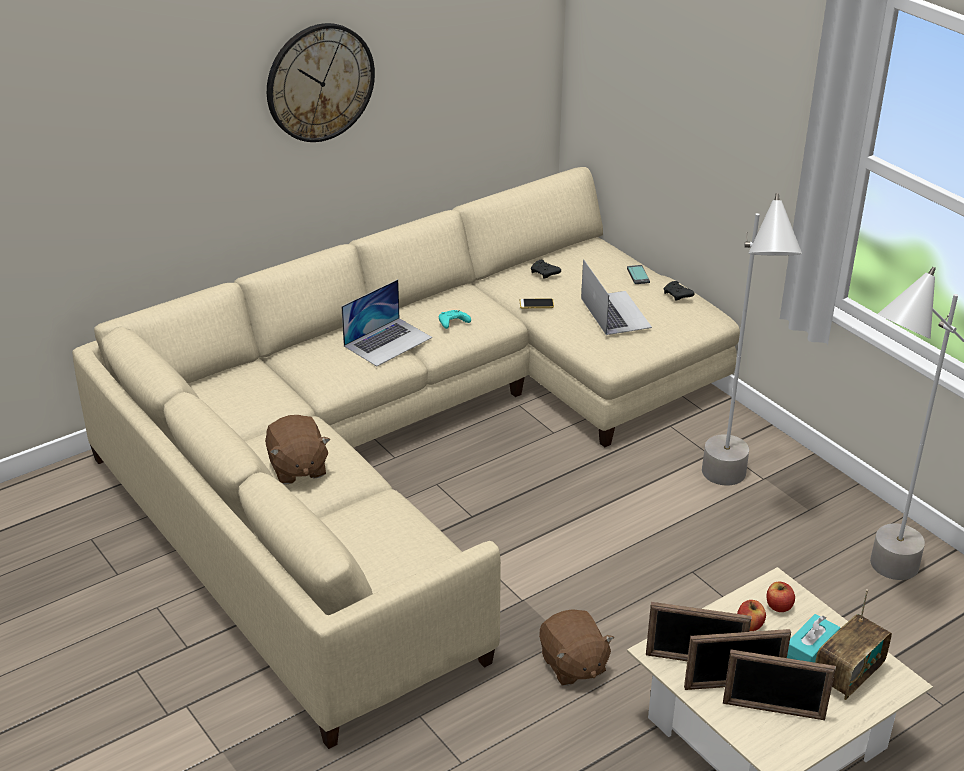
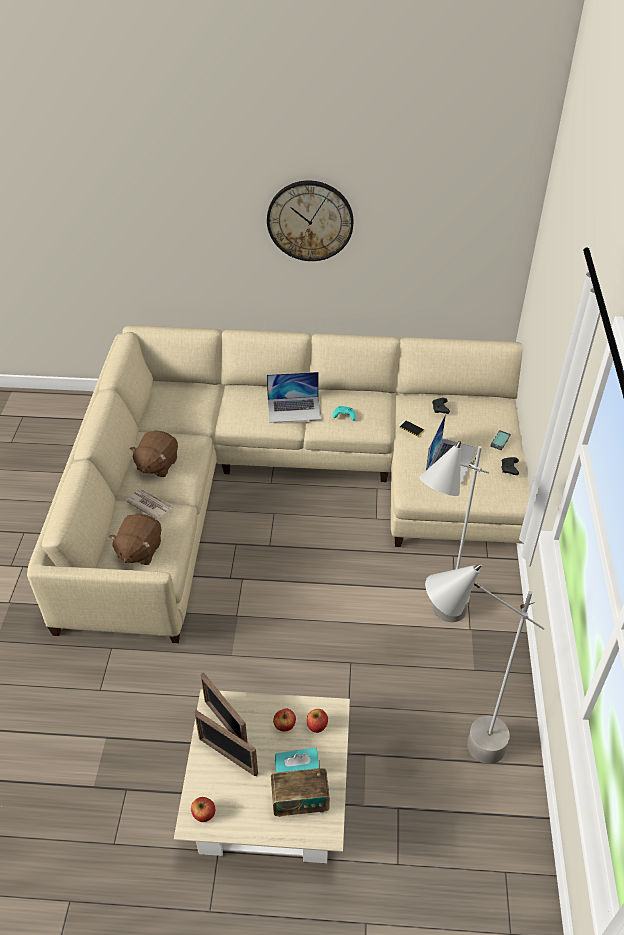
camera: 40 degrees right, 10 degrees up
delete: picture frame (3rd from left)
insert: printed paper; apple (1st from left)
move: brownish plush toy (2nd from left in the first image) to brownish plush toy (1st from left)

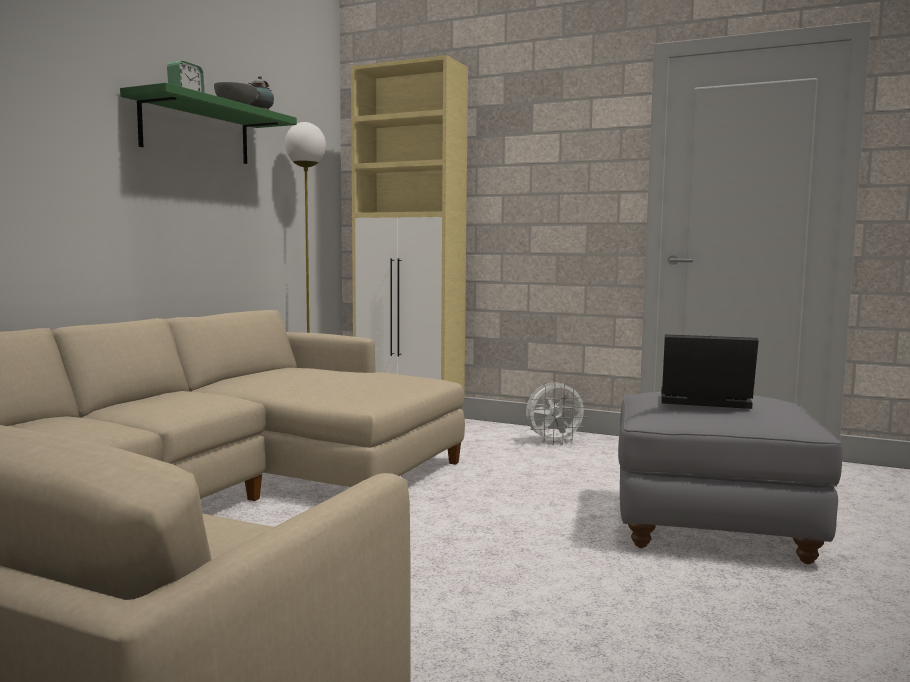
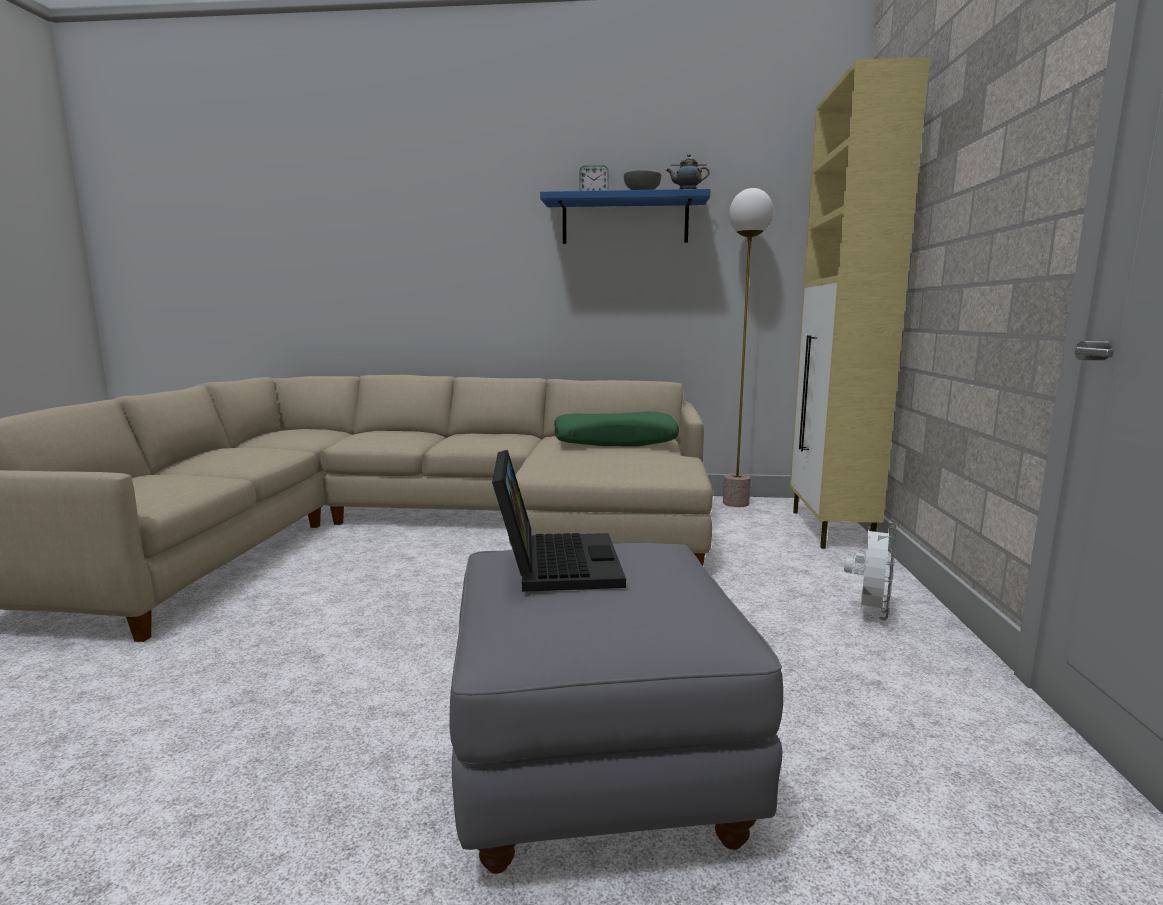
camera: 70 degrees right, 5 degrees up
insert: greenish pillow
recolor: greenish shelf to blue-coloured shelf
rotate: white-coloured electric fan 120 degrees counterclockwise

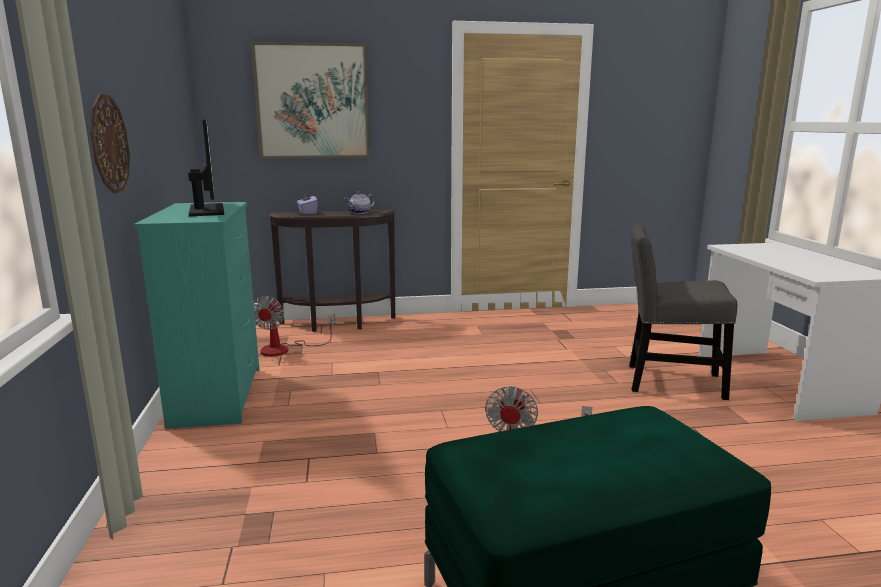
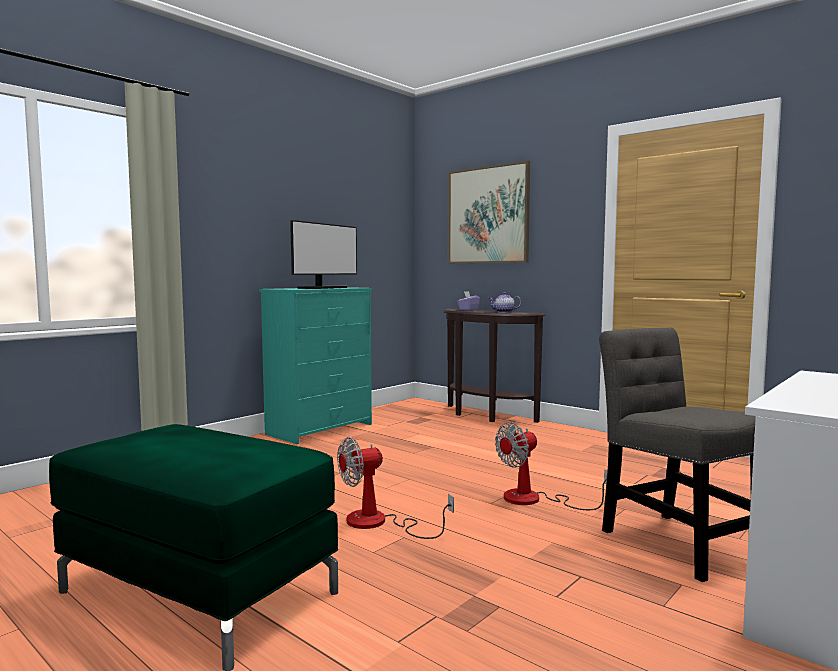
camera: 50 degrees right, 10 degrees down
delete: hanging clock
move: electric fan (1st from left in the first image) to electric fan (2nd from left)

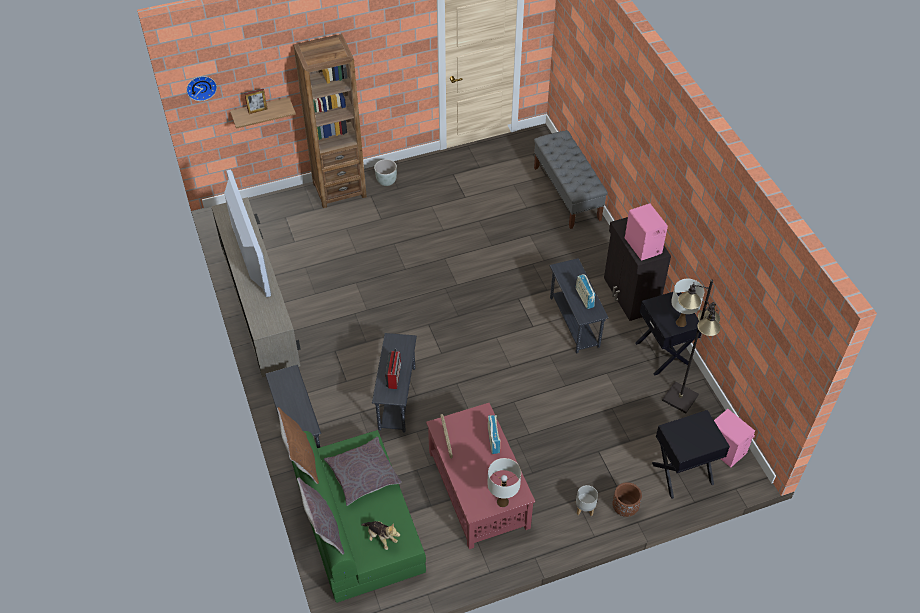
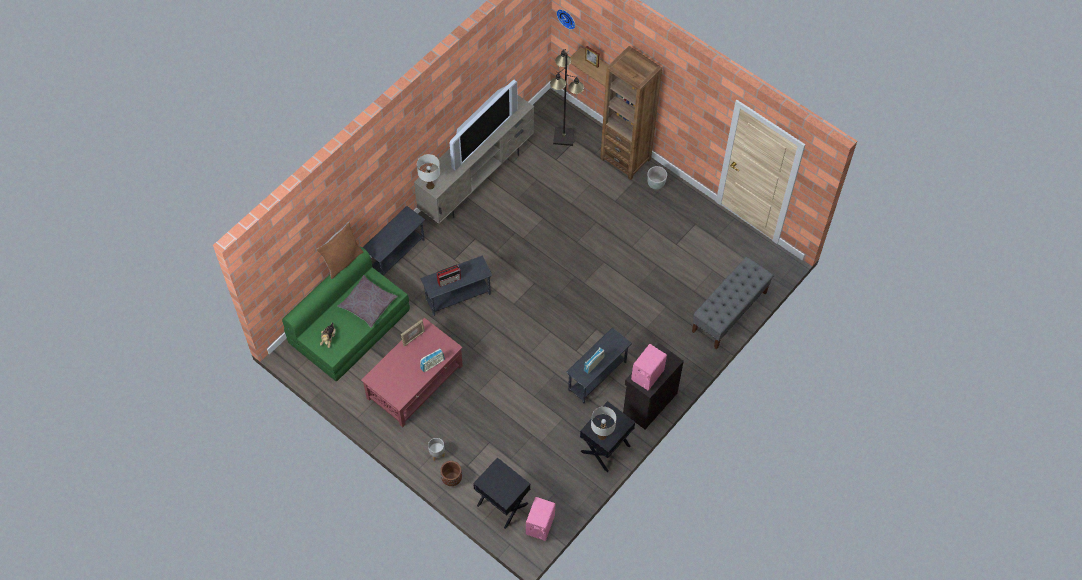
camera: 60 degrees right, 10 degrees up
delete: grey pillow (1st from left)
move: white-coloured tabletop lamp (1st from left); black-coloured floor lamp

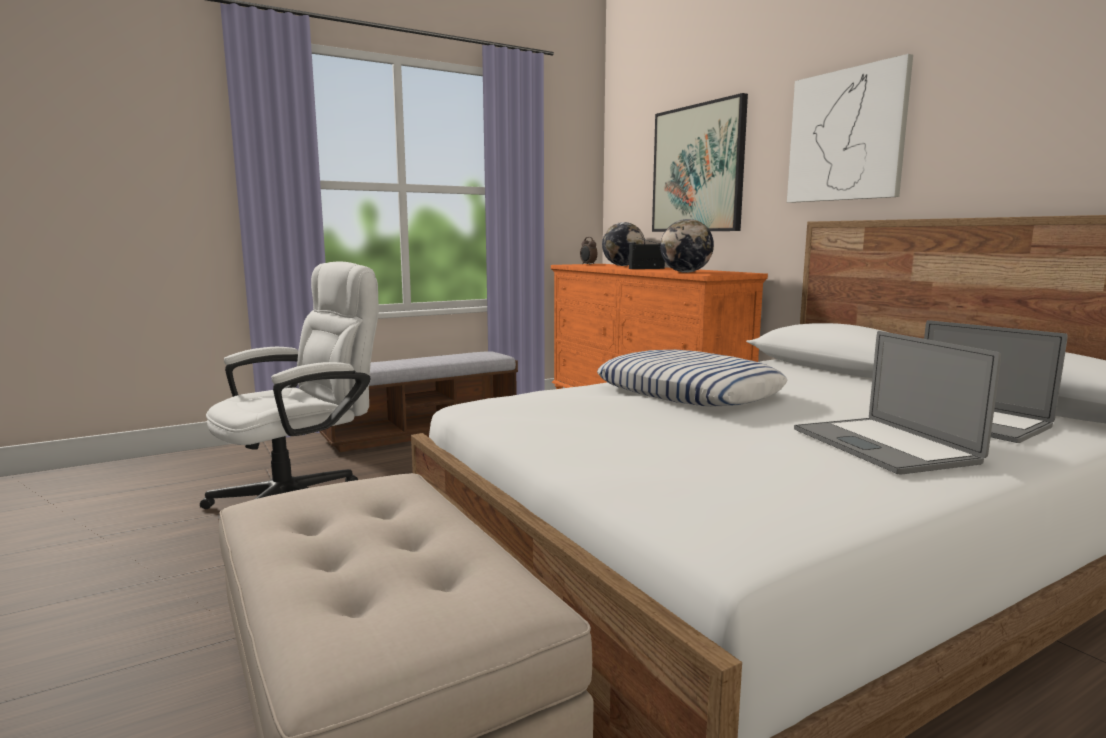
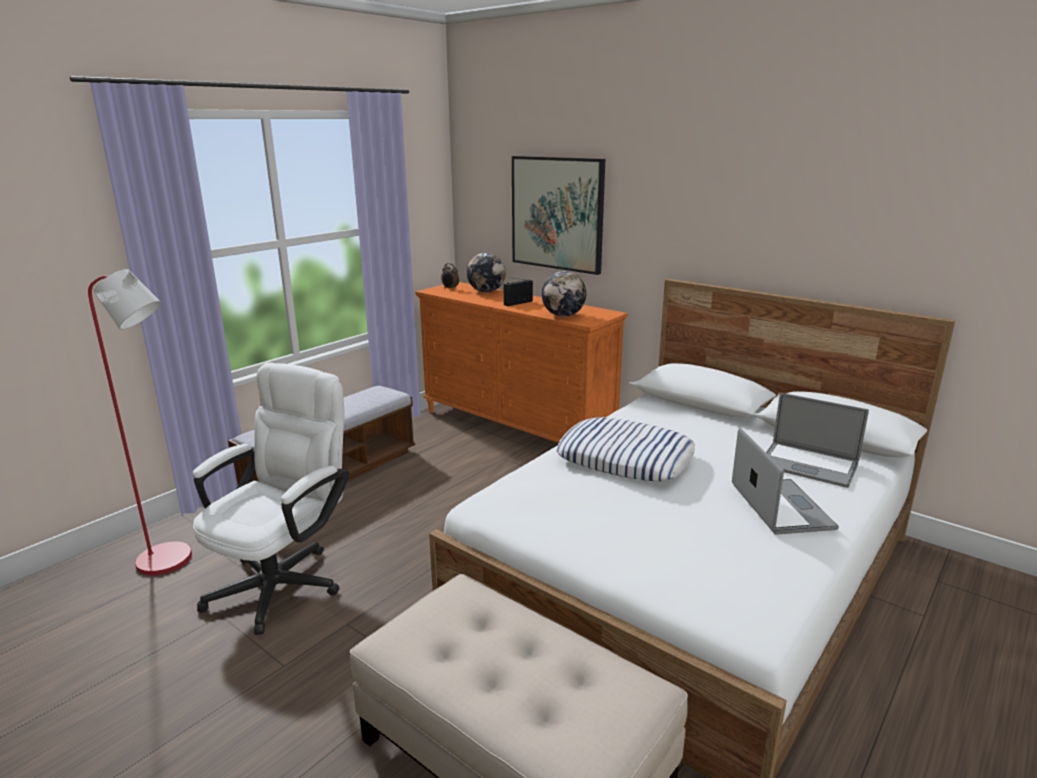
camera: 20 degrees left, 10 degrees up
delete: wall art (2nd from left)
insert: reddish floor lamp
rotate: portable computer (1st from left) 150 degrees counterclockwise

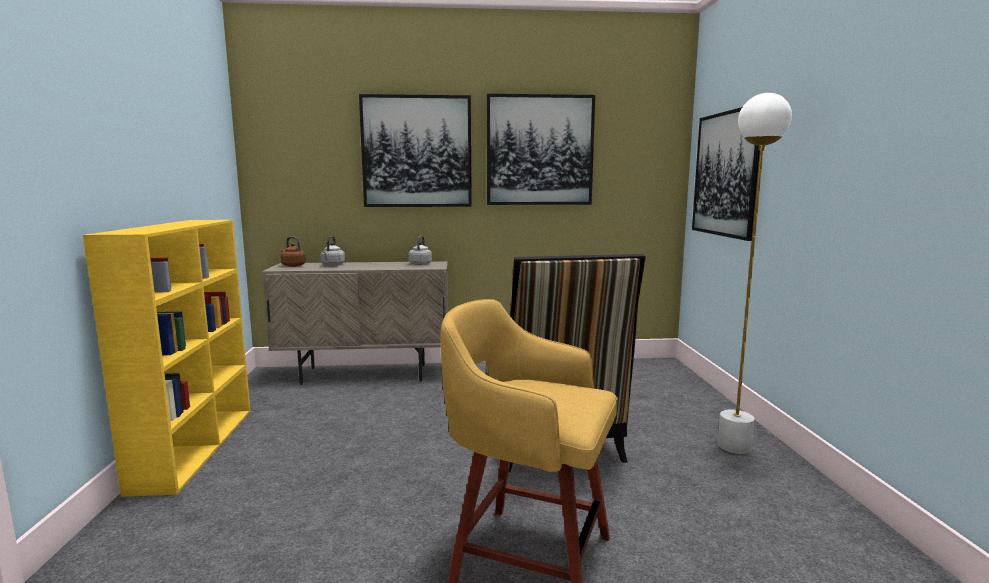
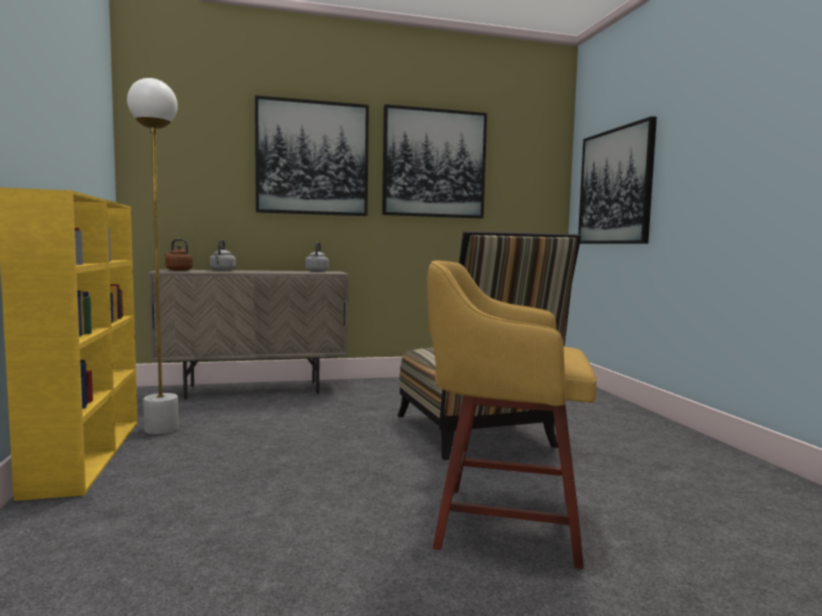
camera: 10 degrees left, 5 degrees down
move: white-coloured floor lamp

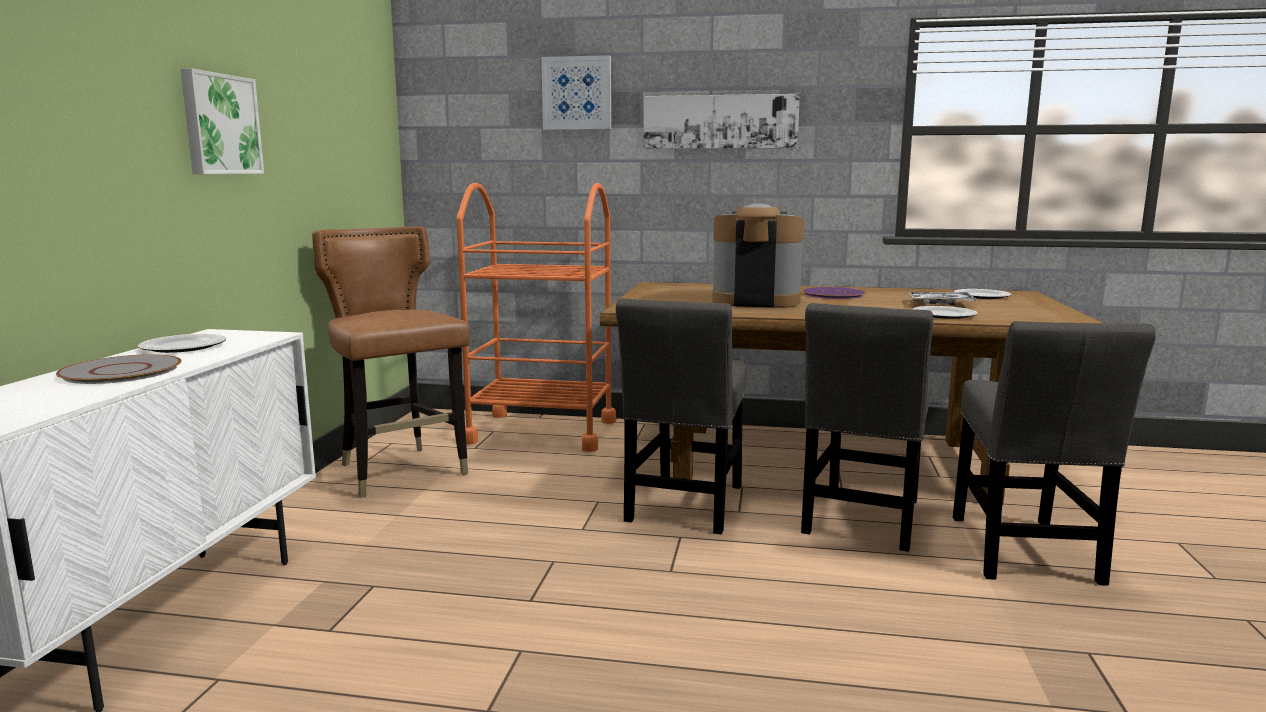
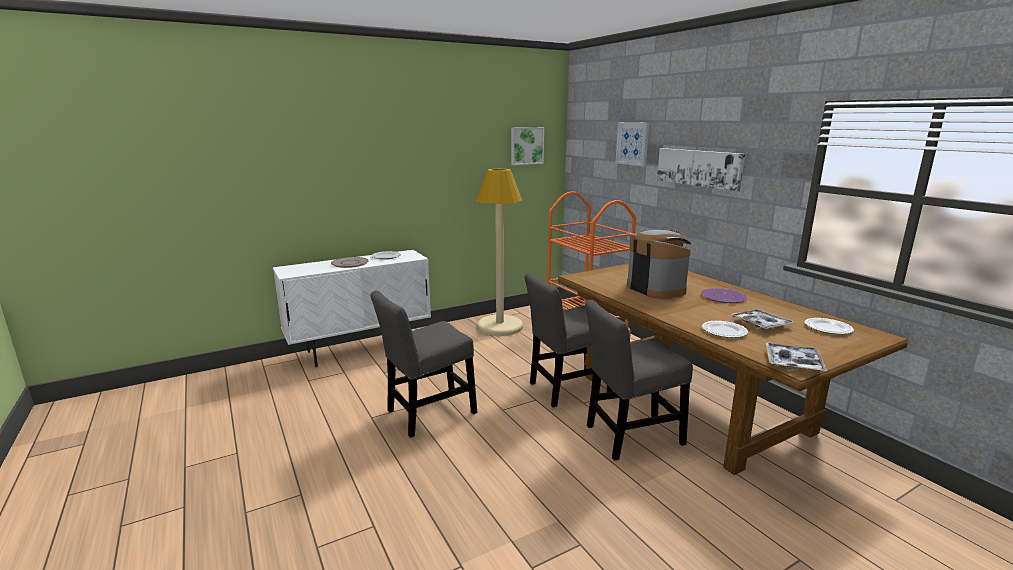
camera: 50 degrees right, 5 degrees up
insert: tray (2nd from left)
move: grey upright chair (3rd from left in the first image) to grey upright chair (1st from left); wall art (1st from left)
replace: brownish upright chair to beige-coloured floor lamp

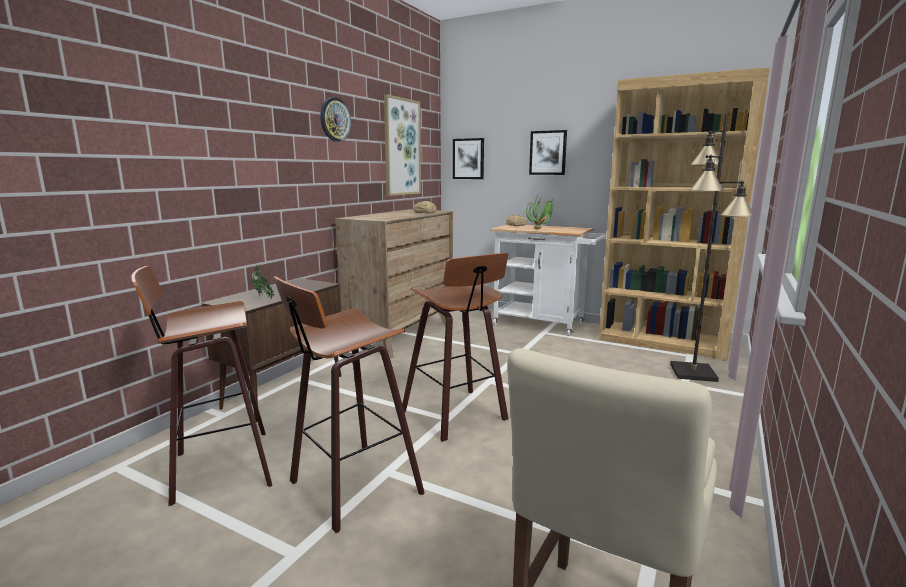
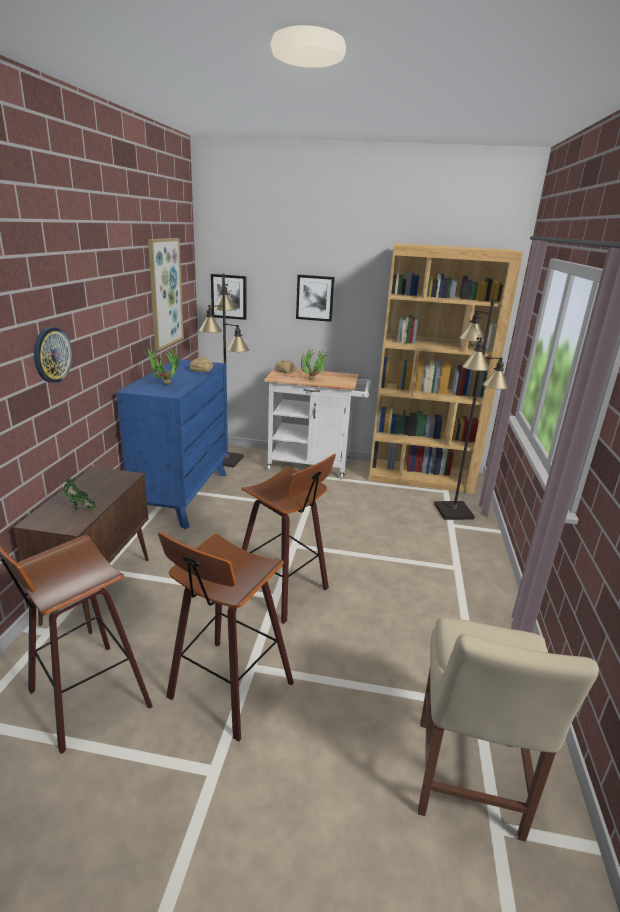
camera: 20 degrees left, 10 degrees up
insert: plant in a pot (2nd from left); black-coloured floor lamp (1st from left)
move: hanging clock
recolor: brownish dresser to blue-coloured dresser

